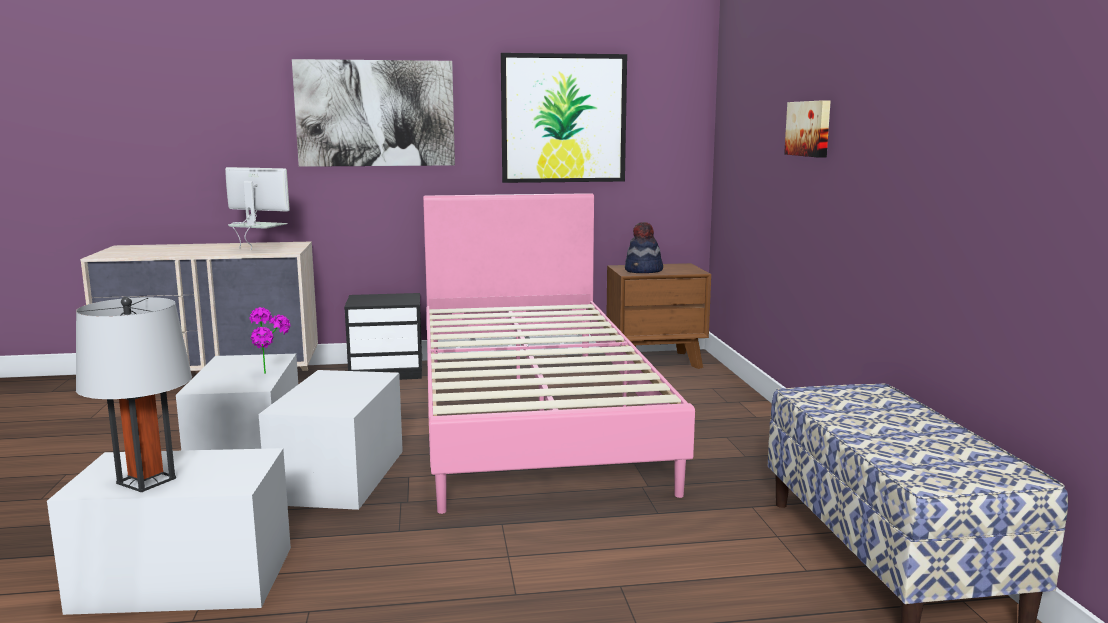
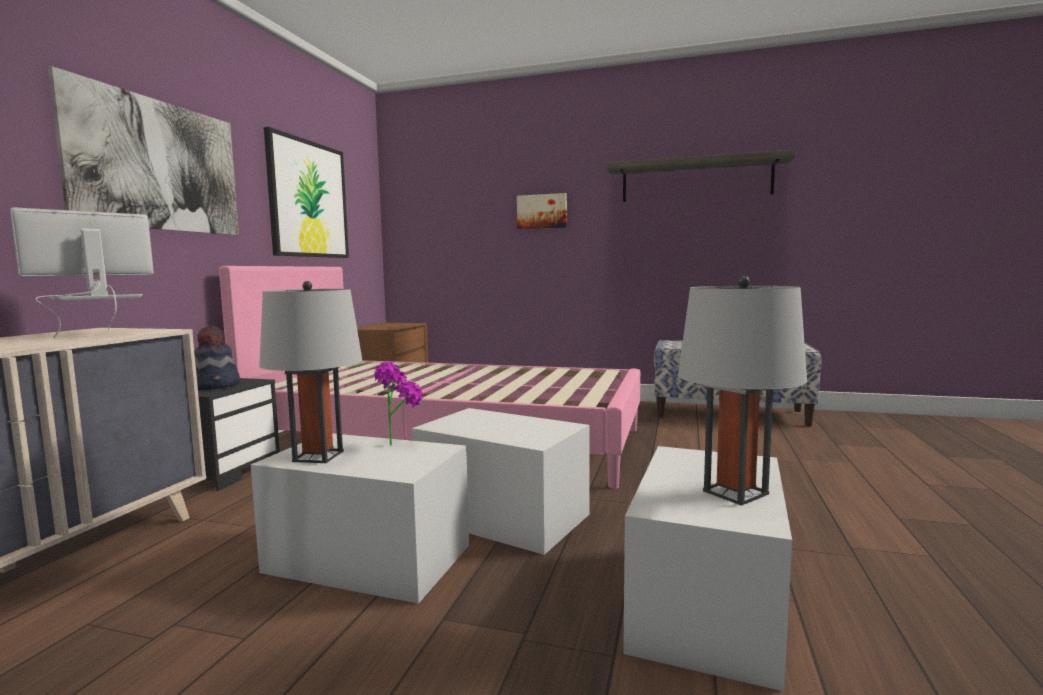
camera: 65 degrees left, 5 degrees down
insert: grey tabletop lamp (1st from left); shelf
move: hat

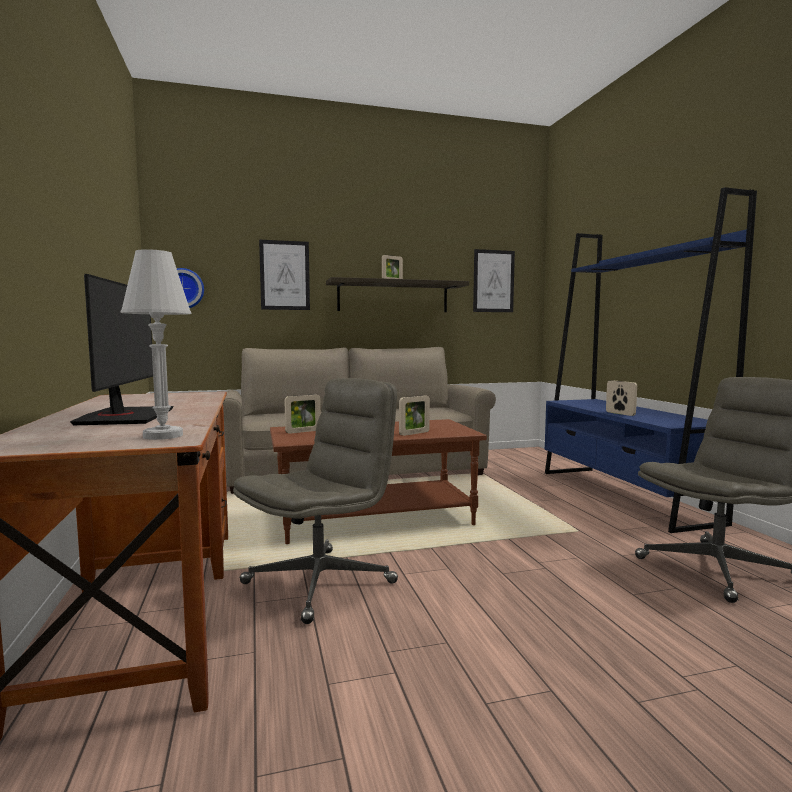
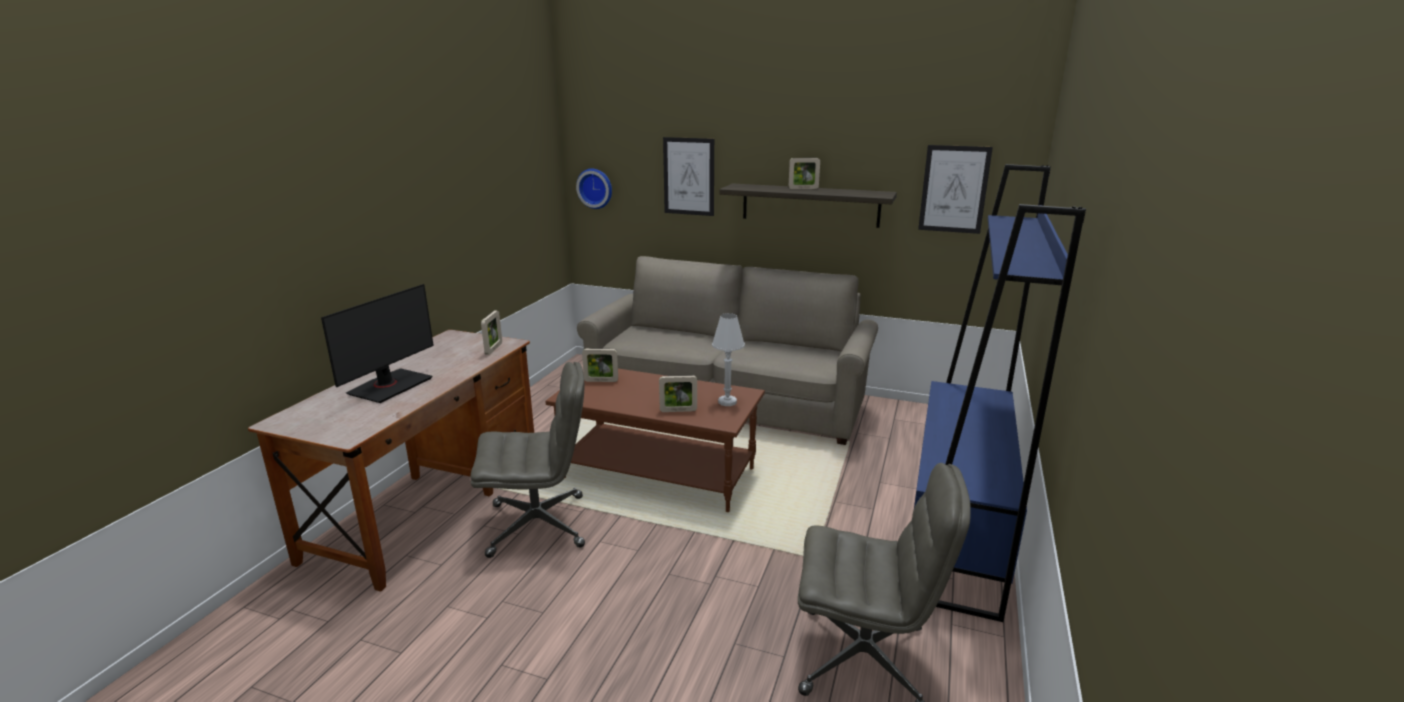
camera: 35 degrees right, 15 degrees up
move: picture frame (4th from left in the first image) to picture frame (1st from left); white-coloured tabletop lamp

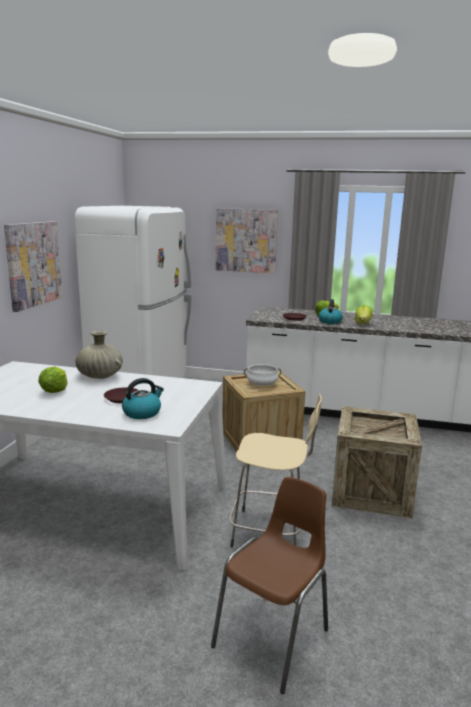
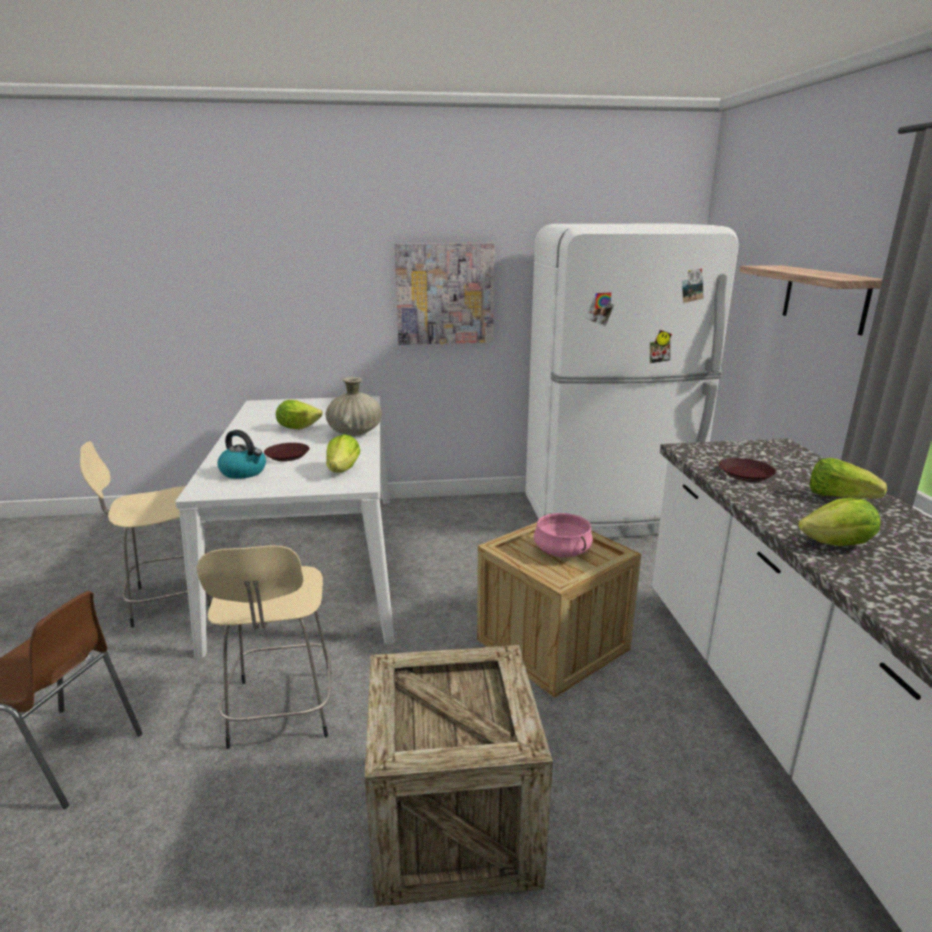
camera: 70 degrees right, 5 degrees up
delete: tea kettle (2nd from left)
insert: beige-coloured stool seat (1st from left); head of lettuce (2nd from left)
replace: wall art (2nd from left) to shelf
recolor: white-coloured saucepot to pinkish saucepot

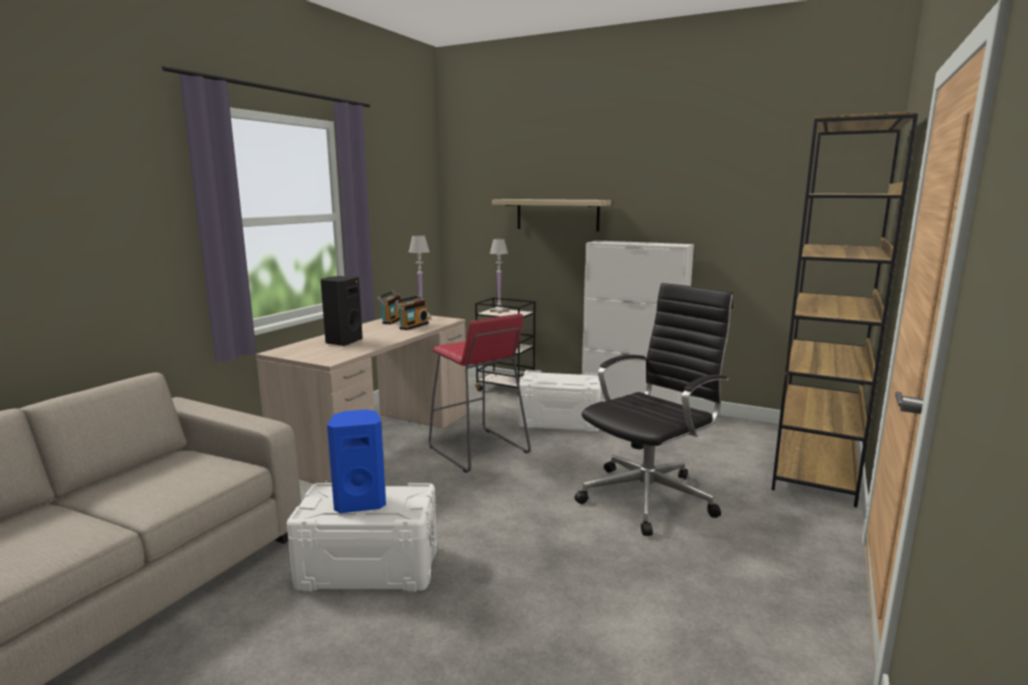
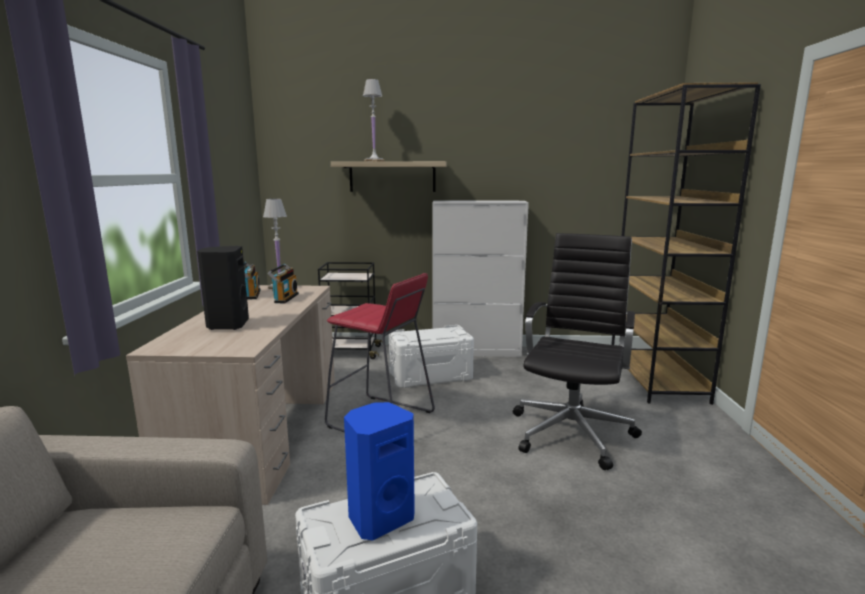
camera: 25 degrees left, 0 degrees up
move: white-coloured tabletop lamp (2nd from left)

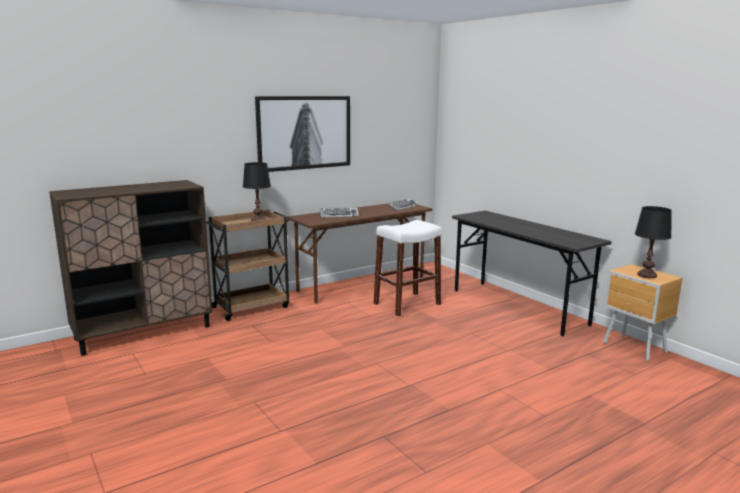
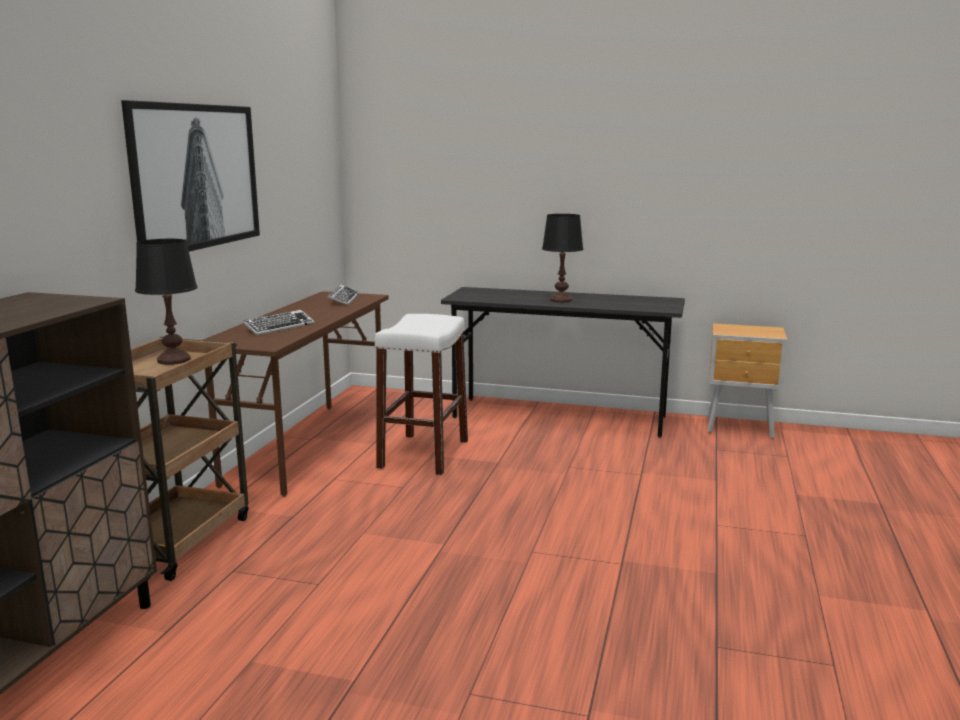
camera: 40 degrees left, 0 degrees up
move: black-coloured tabletop lamp (2nd from left)

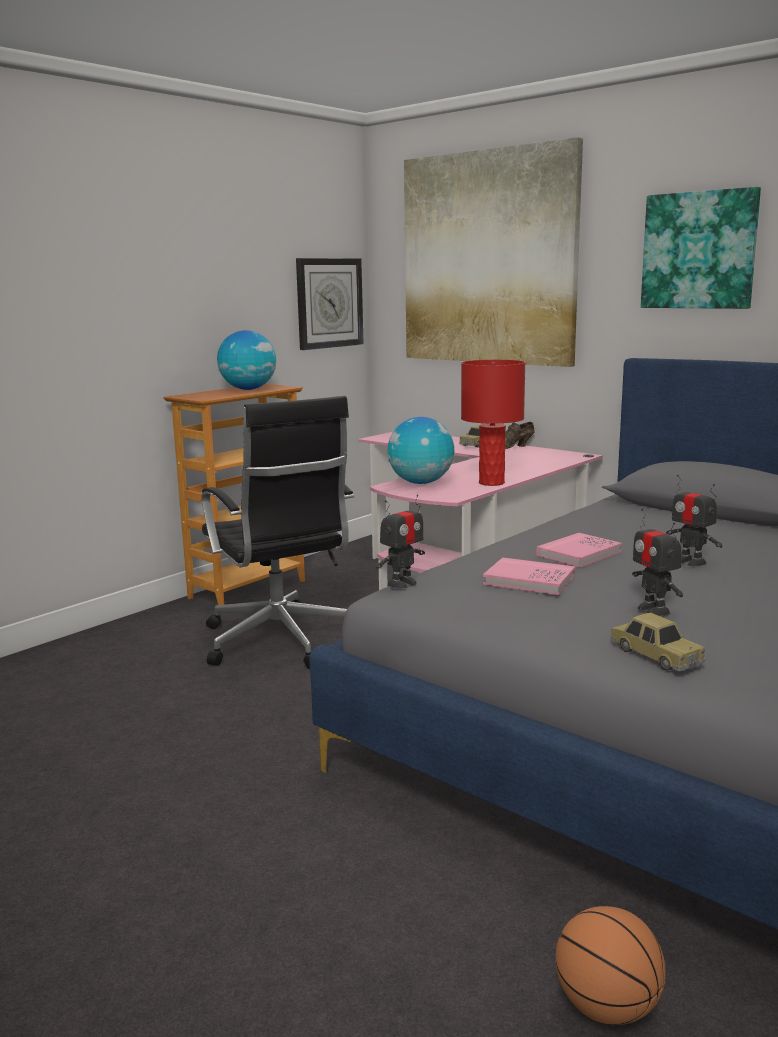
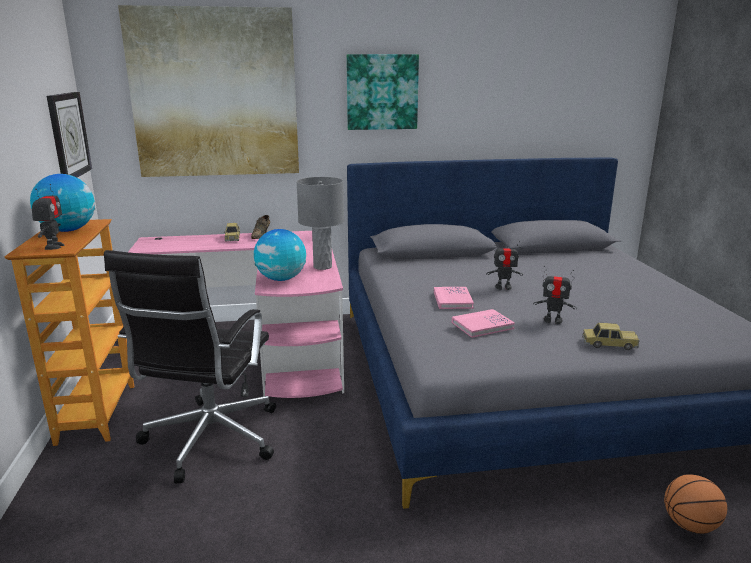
camera: 50 degrees left, 5 degrees up
move: robot figure (1st from left)
recolor: reddish tabletop lamp to grey tabletop lamp
rotate: black-coloured office chair 90 degrees clockwise

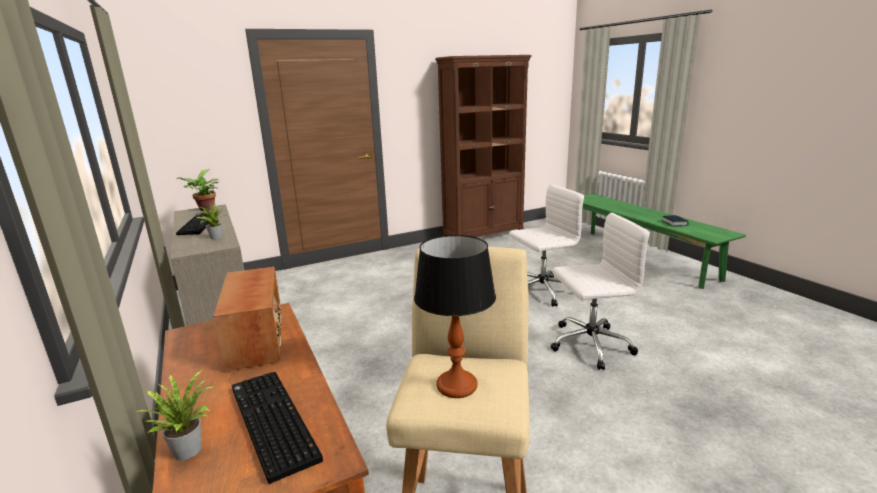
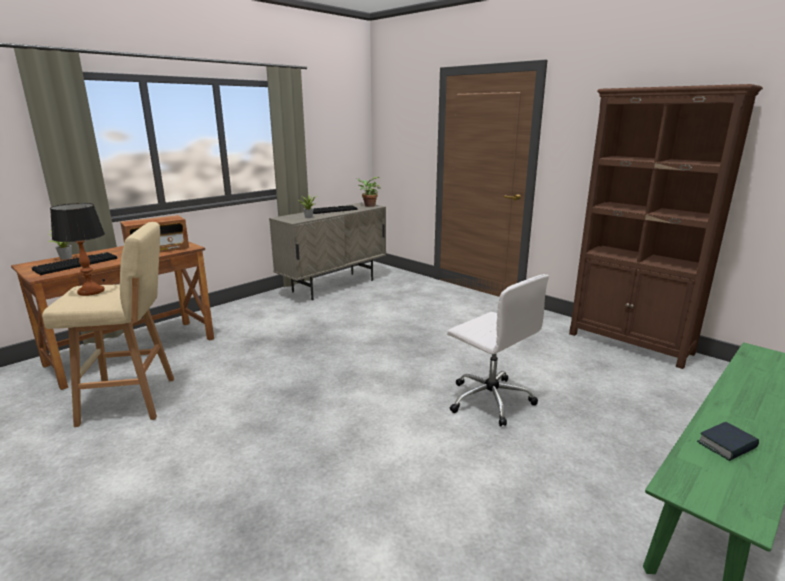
camera: 70 degrees right, 0 degrees up
delete: white-coloured office chair (2nd from left)

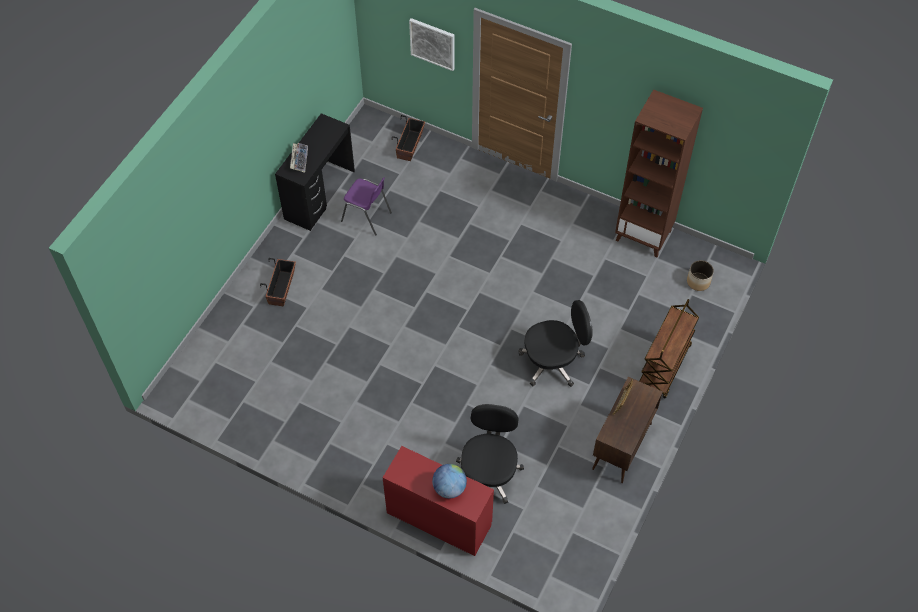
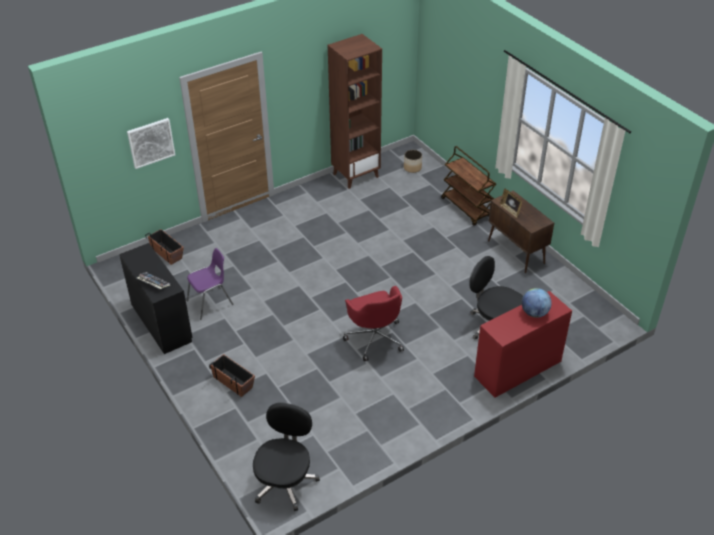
camera: 60 degrees left, 15 degrees down
insert: reddish office chair
move: black-coloured office chair (2nd from left in the first image) to black-coloured office chair (1st from left)

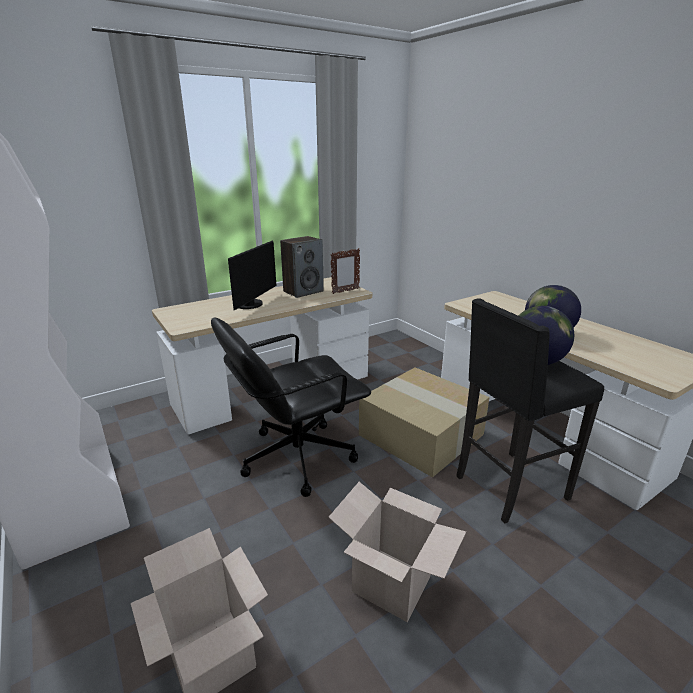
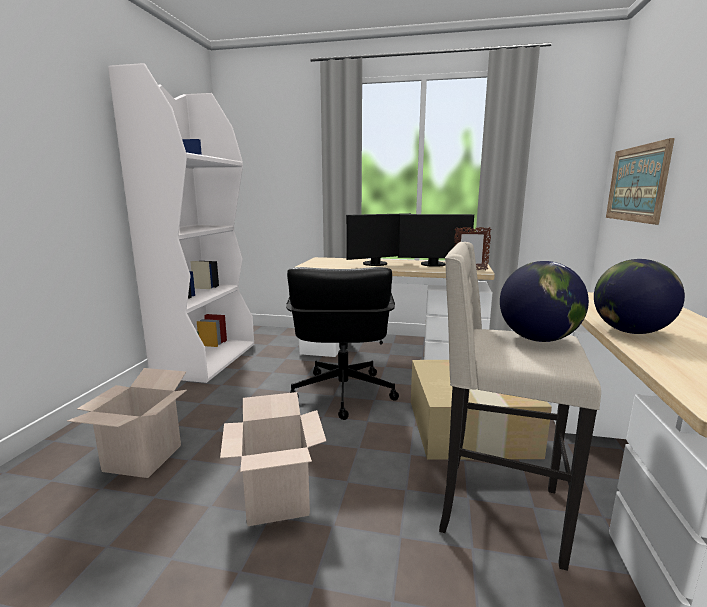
camera: 45 degrees right, 10 degrees down
insert: wall art
replace: loudspeaker to computer display (2nd from left)
recolor: black-coloured stool seat to beige-coloured stool seat
rotate: black-coloured office chair 105 degrees counterclockwise

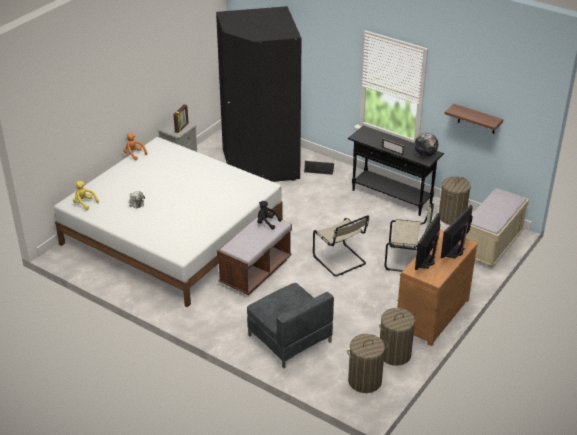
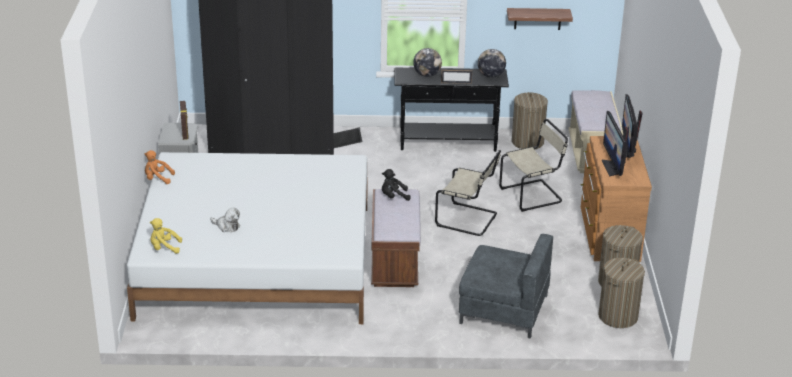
camera: 35 degrees left, 5 degrees down
insert: desk globe (1st from left)

